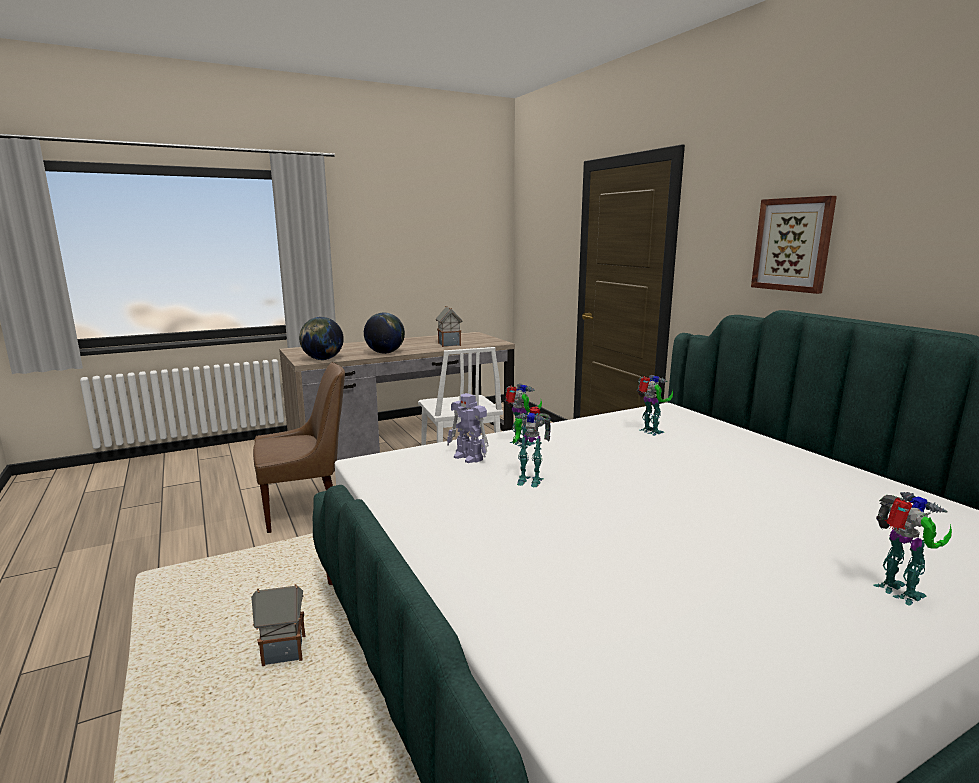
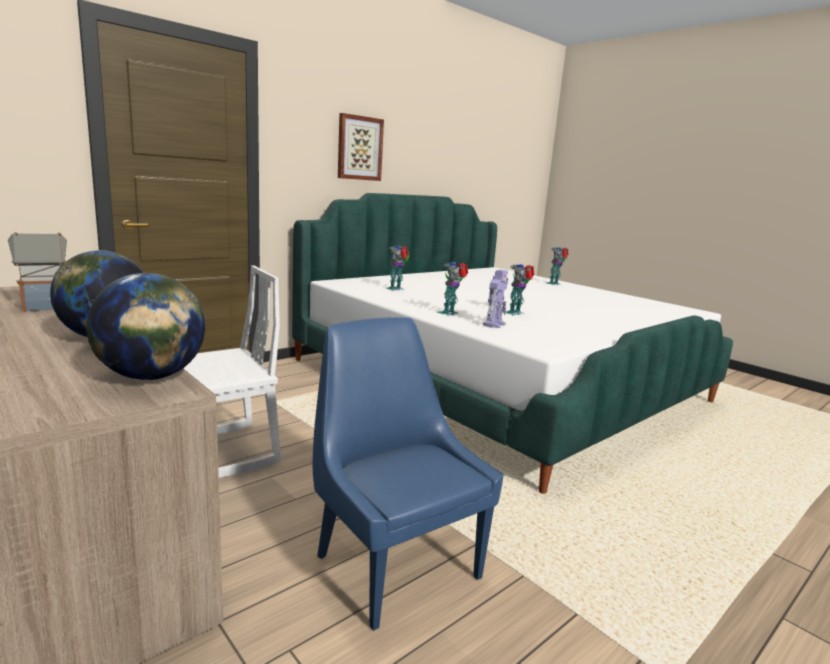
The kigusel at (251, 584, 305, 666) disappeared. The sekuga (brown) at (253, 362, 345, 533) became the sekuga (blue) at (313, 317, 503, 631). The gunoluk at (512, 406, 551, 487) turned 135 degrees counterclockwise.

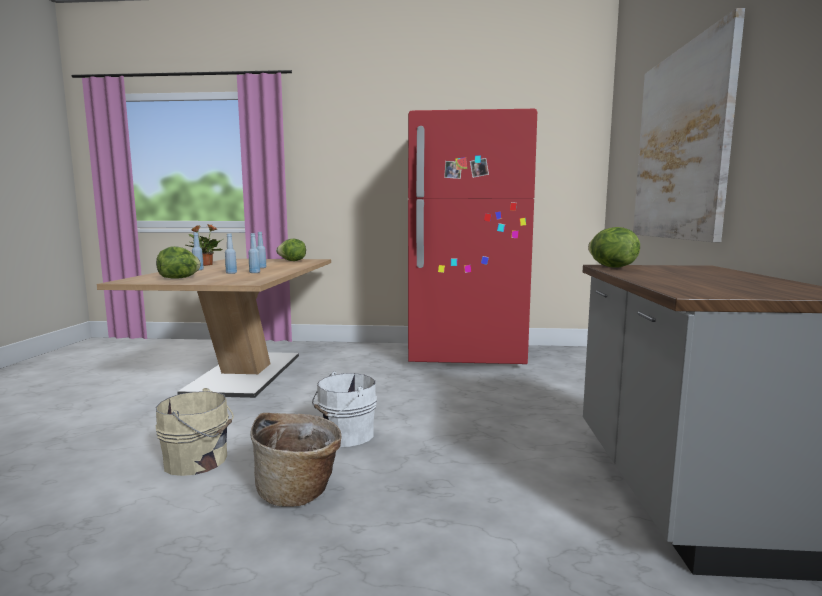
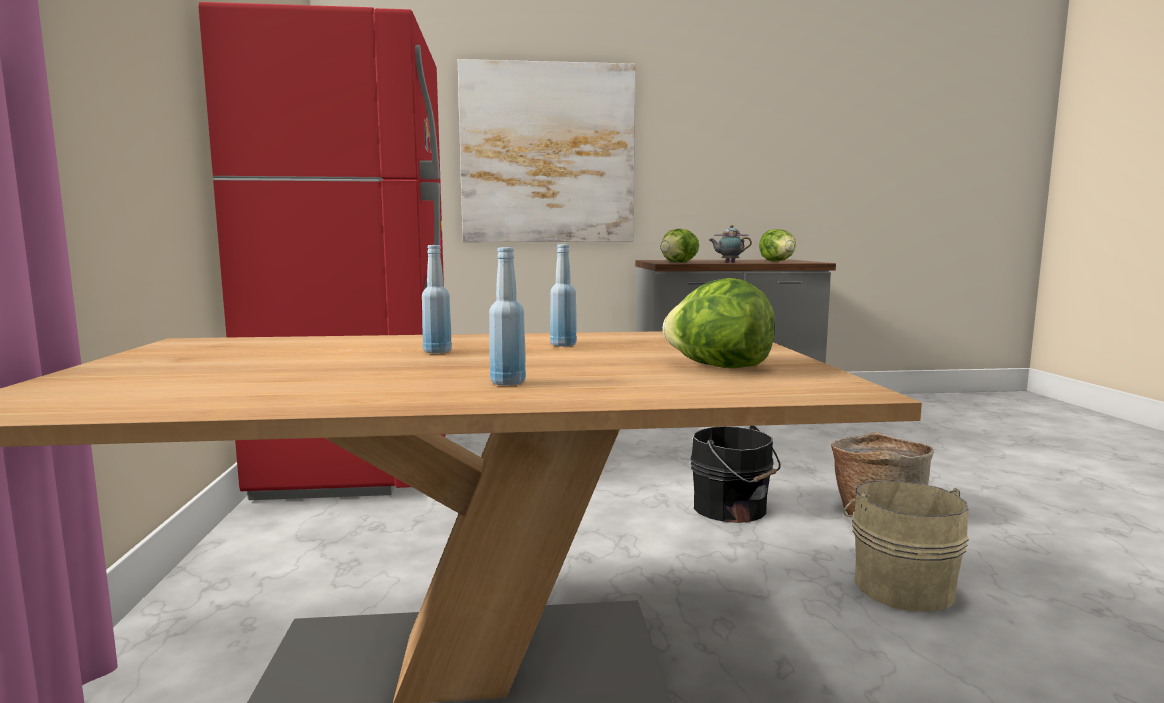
The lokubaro at (185, 224, 223, 266) disappeared. The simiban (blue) at (225, 233, 237, 274) disappeared. The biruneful moved from (276, 239, 306, 261) to (759, 229, 796, 261). The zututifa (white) at (312, 372, 377, 447) became the zututifa (black) at (690, 426, 781, 523). The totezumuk at (709, 225, 752, 263) appeared.

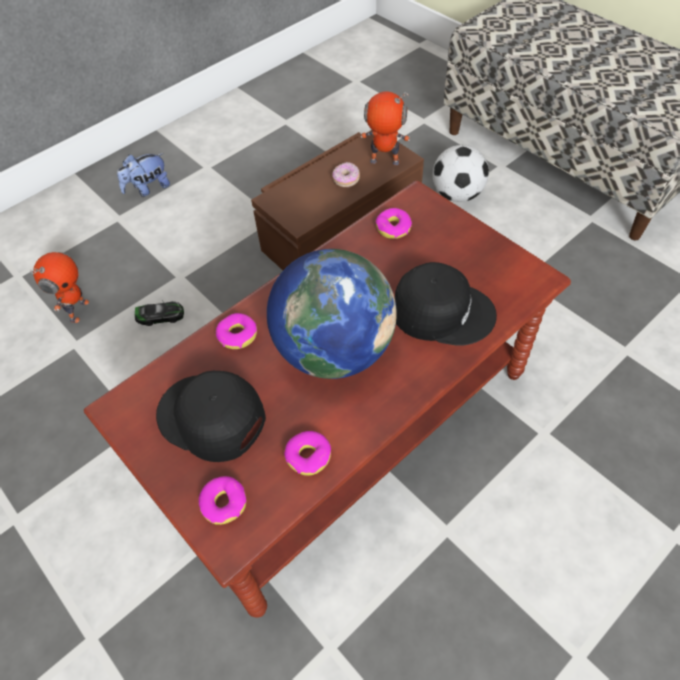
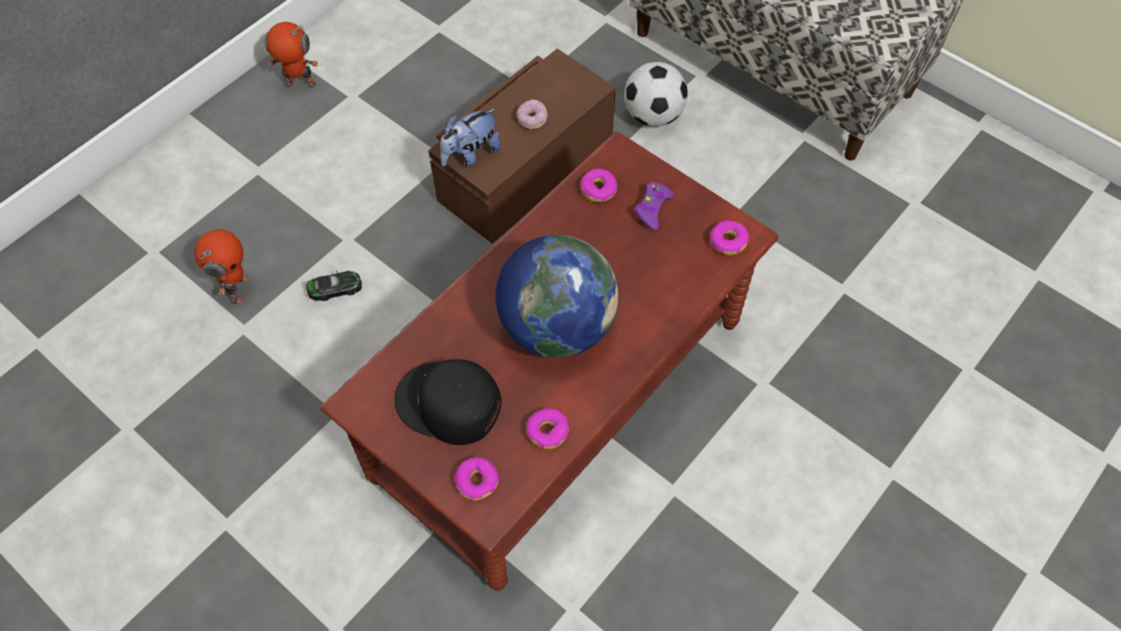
The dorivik moved from (117, 153, 170, 197) to (440, 108, 501, 167). The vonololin moved from (216, 313, 257, 349) to (710, 220, 749, 255). The gunoluk moved from (360, 91, 410, 165) to (265, 22, 318, 88). The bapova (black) at (395, 262, 497, 346) disappeared. The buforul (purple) at (634, 182, 674, 230) appeared.

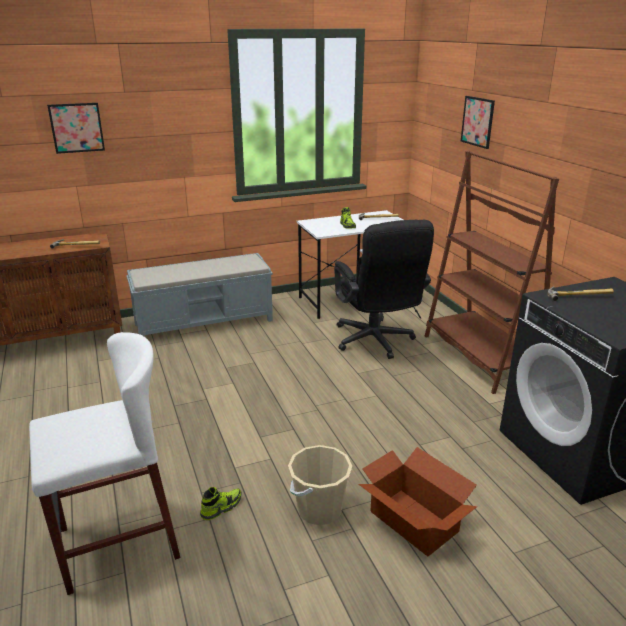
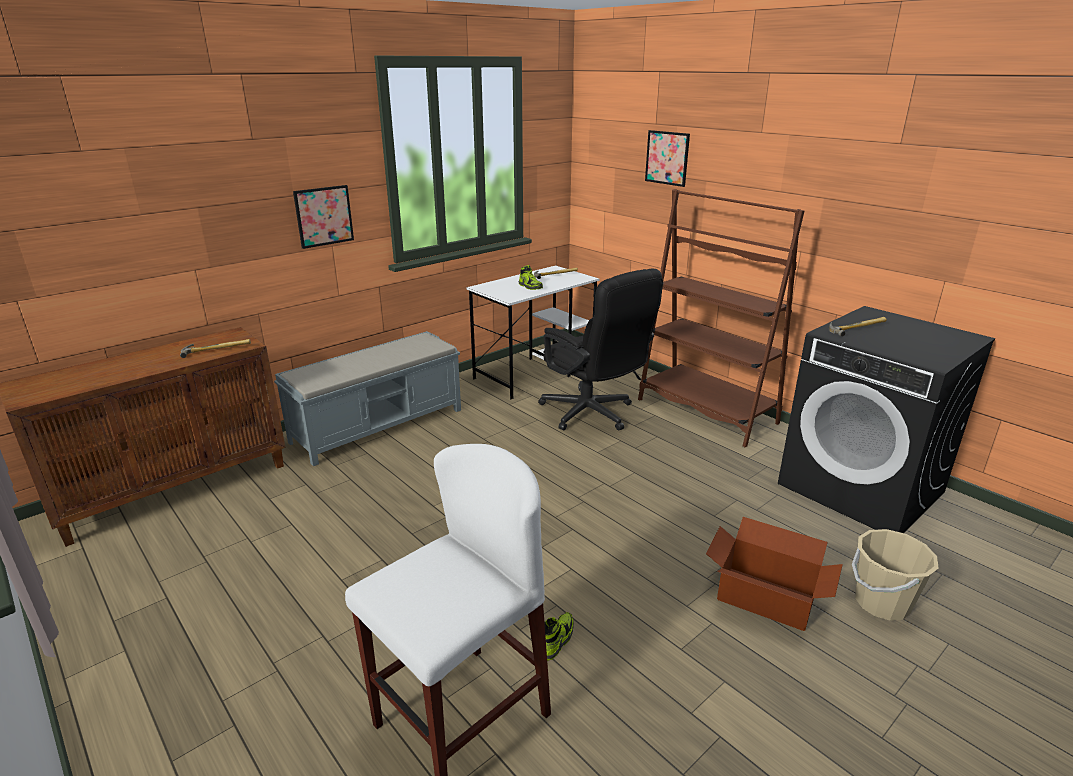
The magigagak moved from (47, 103, 105, 154) to (293, 185, 354, 249). The zututifa (beige) moved from (288, 445, 352, 525) to (852, 529, 938, 621).

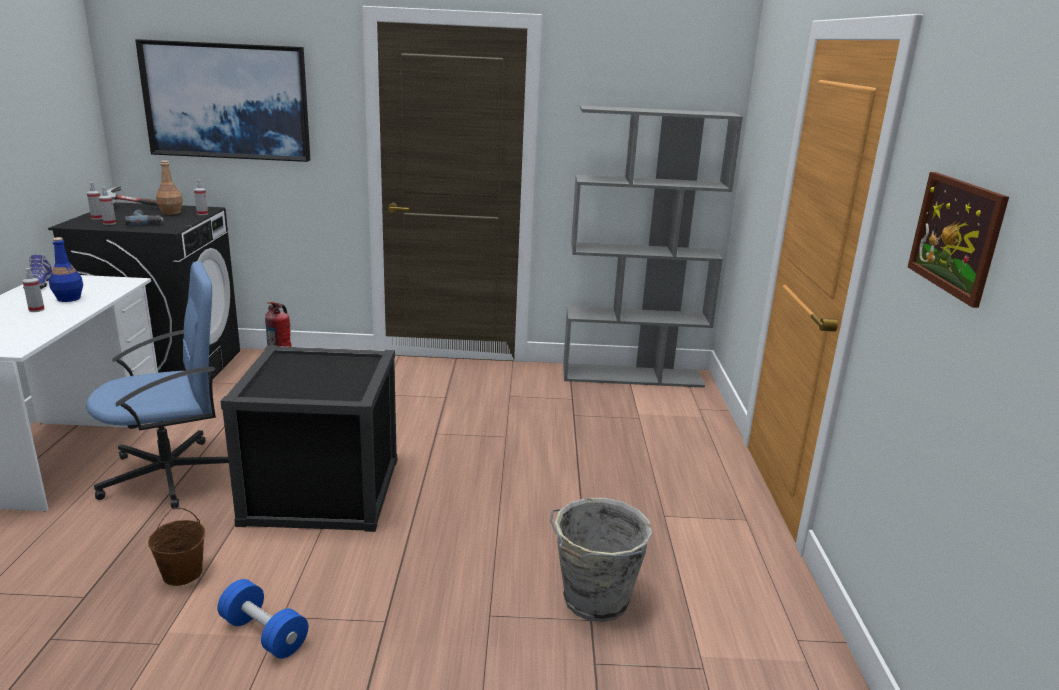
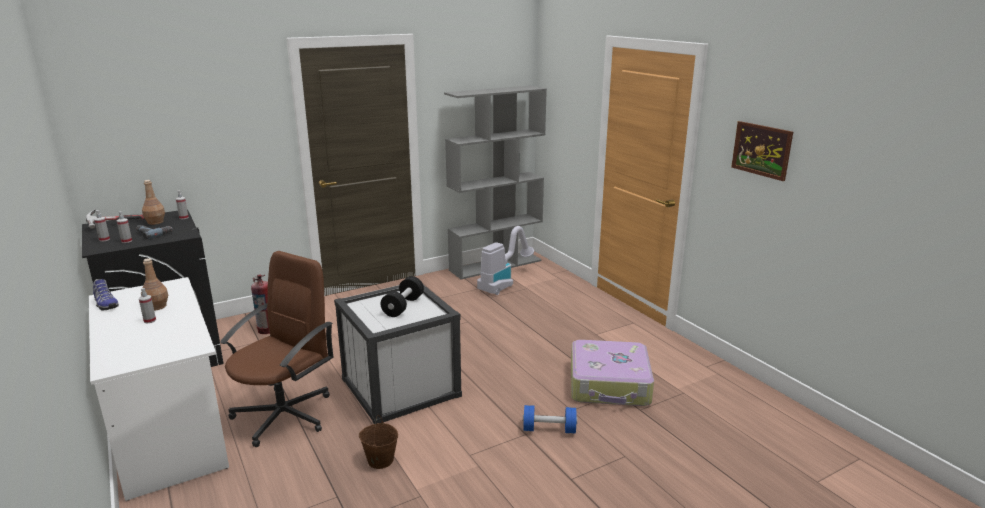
The simiban (blue) at (49, 237, 83, 302) became the simiban (brown) at (141, 258, 168, 311). The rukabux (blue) at (86, 261, 229, 508) became the rukabux (brown) at (220, 251, 334, 447). The magigagak at (135, 39, 310, 162) disappeared. The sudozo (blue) moved from (217, 579, 308, 659) to (523, 405, 577, 433). The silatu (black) at (221, 345, 397, 532) became the silatu (white) at (334, 285, 462, 424). The zututifa (grey) at (550, 498, 652, 622) was replaced by the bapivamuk at (571, 340, 654, 406). The sudozo (black) at (380, 276, 424, 317) appeared. The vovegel at (477, 226, 534, 295) appeared.

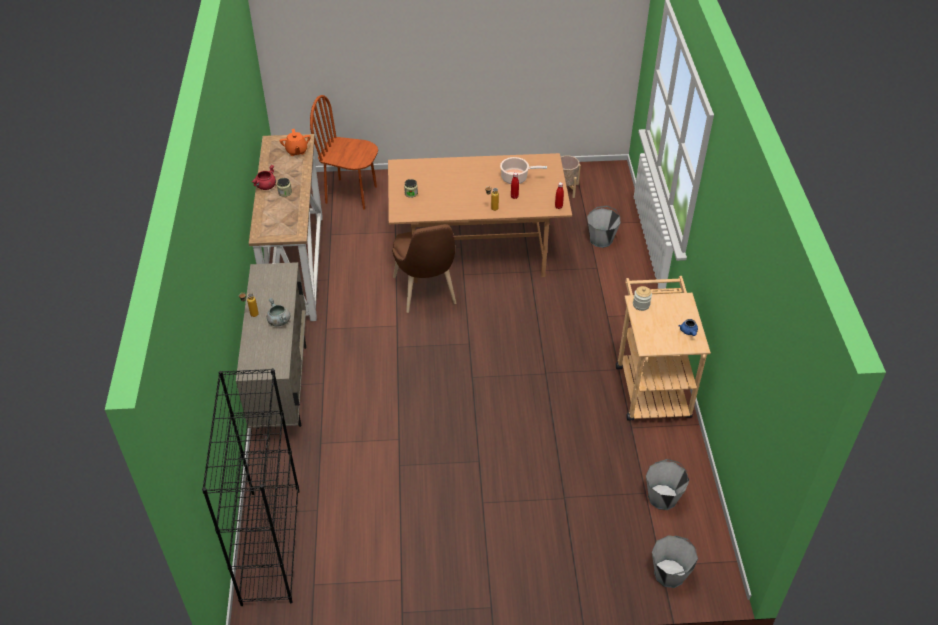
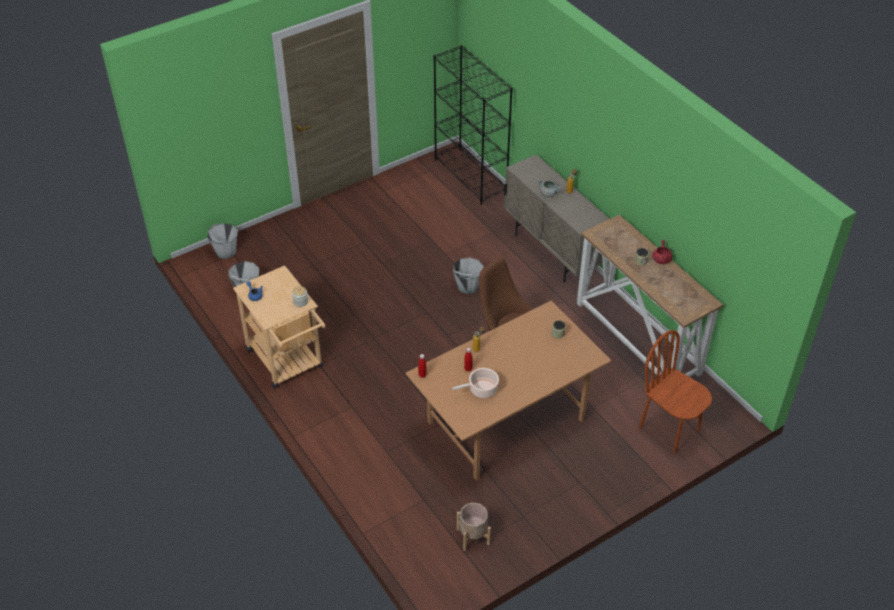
The totezumuk (orange) at (280, 129, 311, 156) disappeared. The sekuga (brown) at (310, 95, 378, 210) turned 120 degrees counterclockwise. The zututifa (grey) moved from (587, 206, 621, 248) to (453, 257, 484, 294).

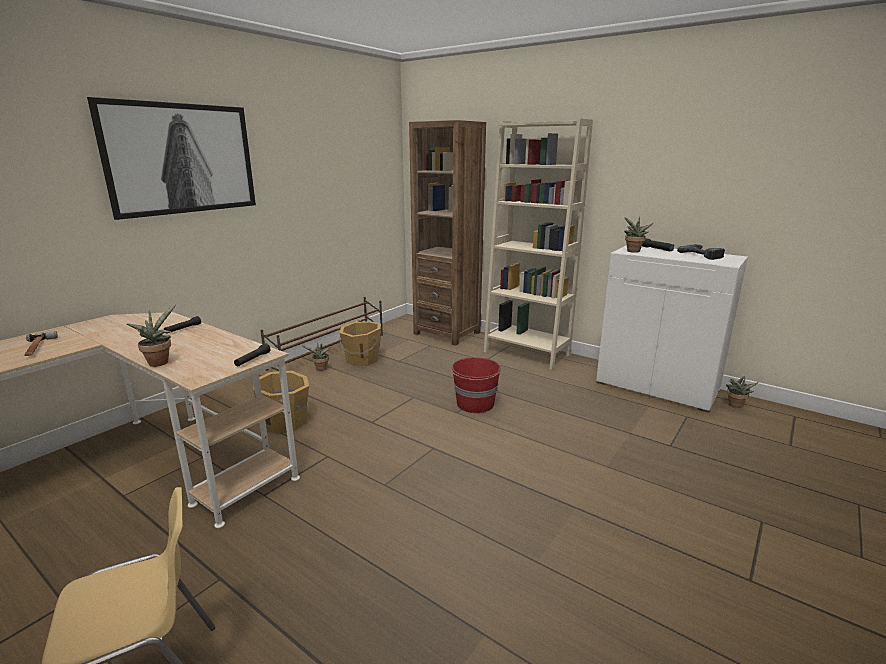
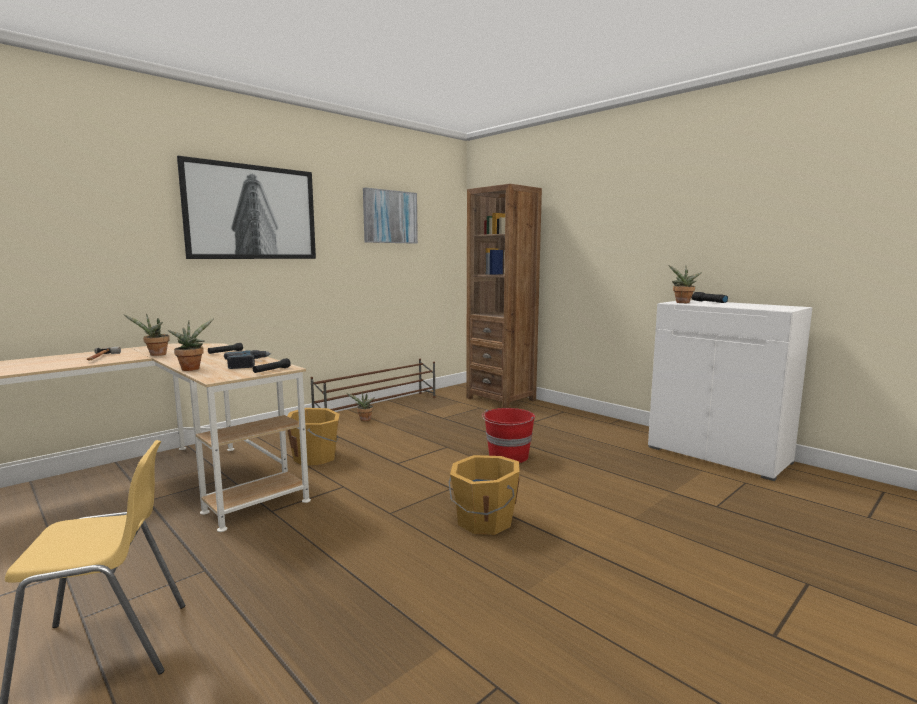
The zututifa (orange) moved from (339, 321, 381, 366) to (449, 455, 520, 535). The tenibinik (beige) at (484, 118, 593, 370) disappeared. The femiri moved from (677, 244, 725, 260) to (224, 350, 271, 369). The lokubaro moved from (726, 376, 758, 408) to (123, 314, 170, 356). The magigagak at (363, 187, 418, 244) appeared.

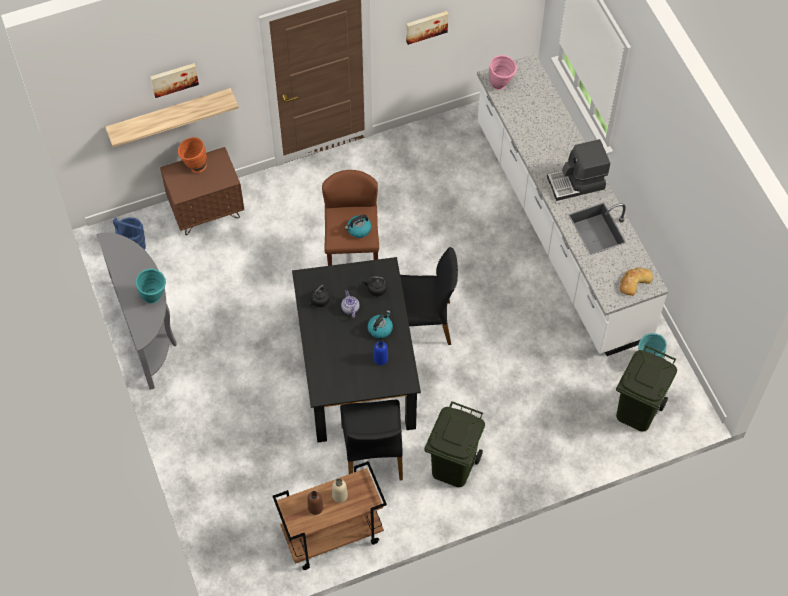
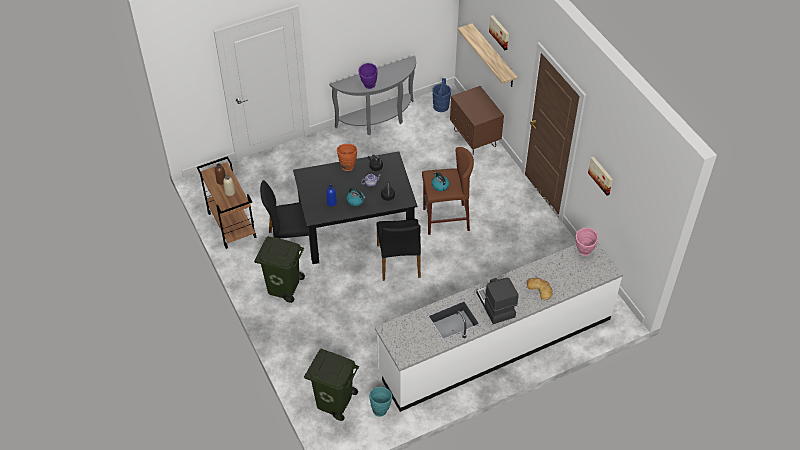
The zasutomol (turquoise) at (136, 268, 166, 304) became the zasutomol (purple) at (358, 63, 378, 89). The zasutomol (orange) moved from (178, 137, 207, 173) to (337, 144, 357, 171). The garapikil moved from (620, 268, 653, 296) to (527, 278, 552, 300).

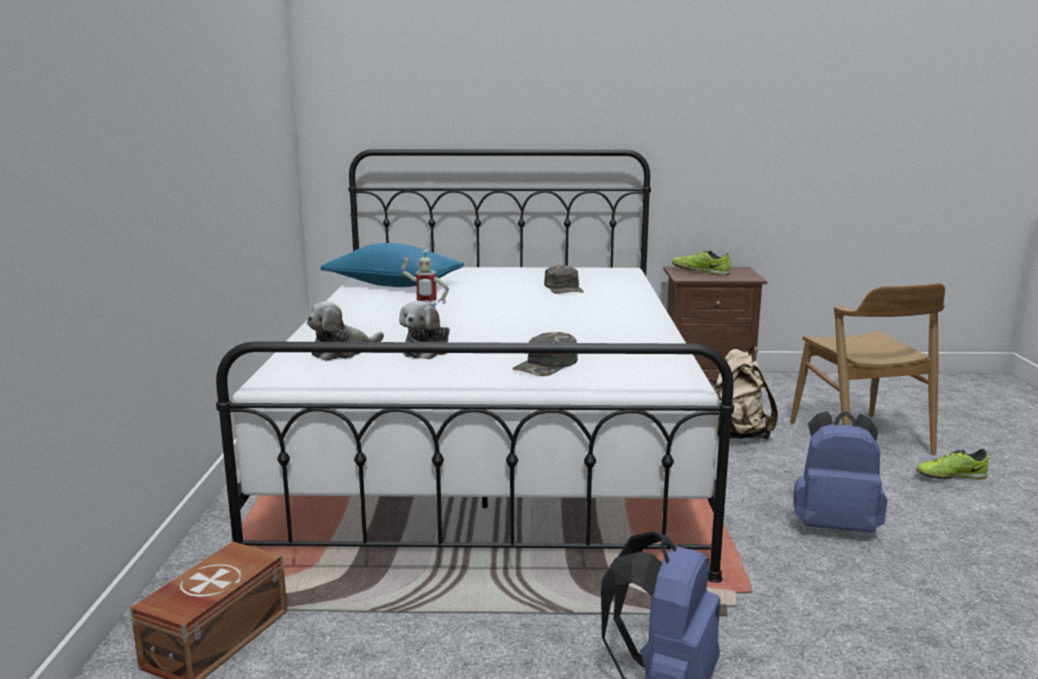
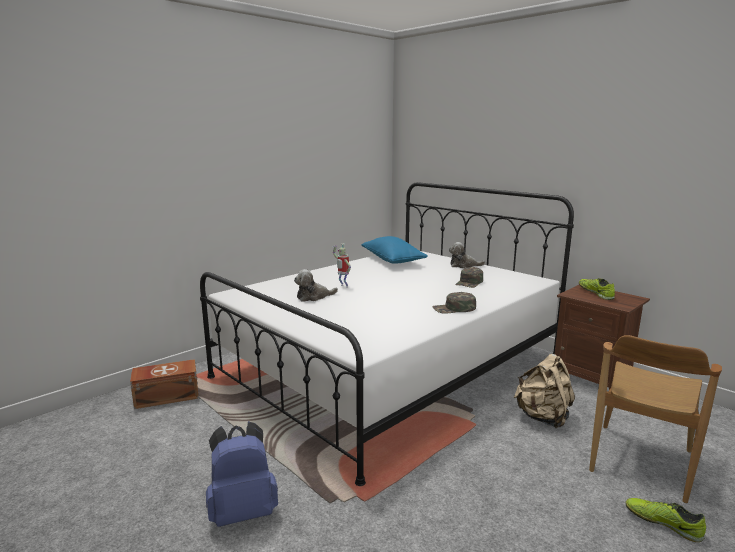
The dorivik moved from (307, 301, 384, 361) to (449, 242, 485, 268). The bapova (green) moved from (512, 332, 578, 376) to (432, 292, 476, 314). The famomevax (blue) at (793, 411, 887, 533) disappeared.

